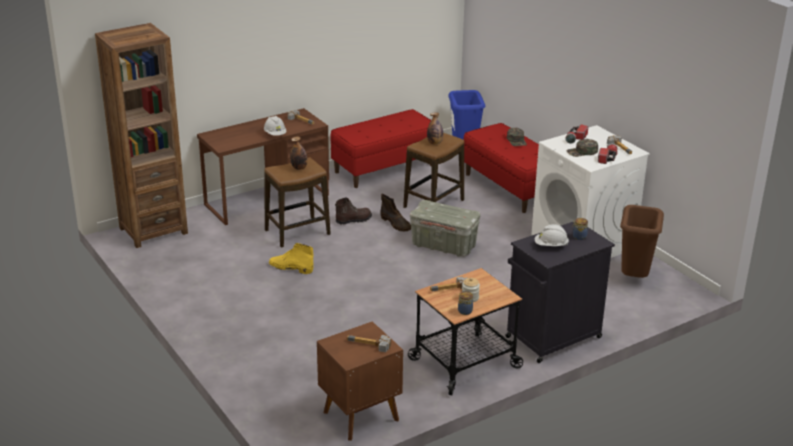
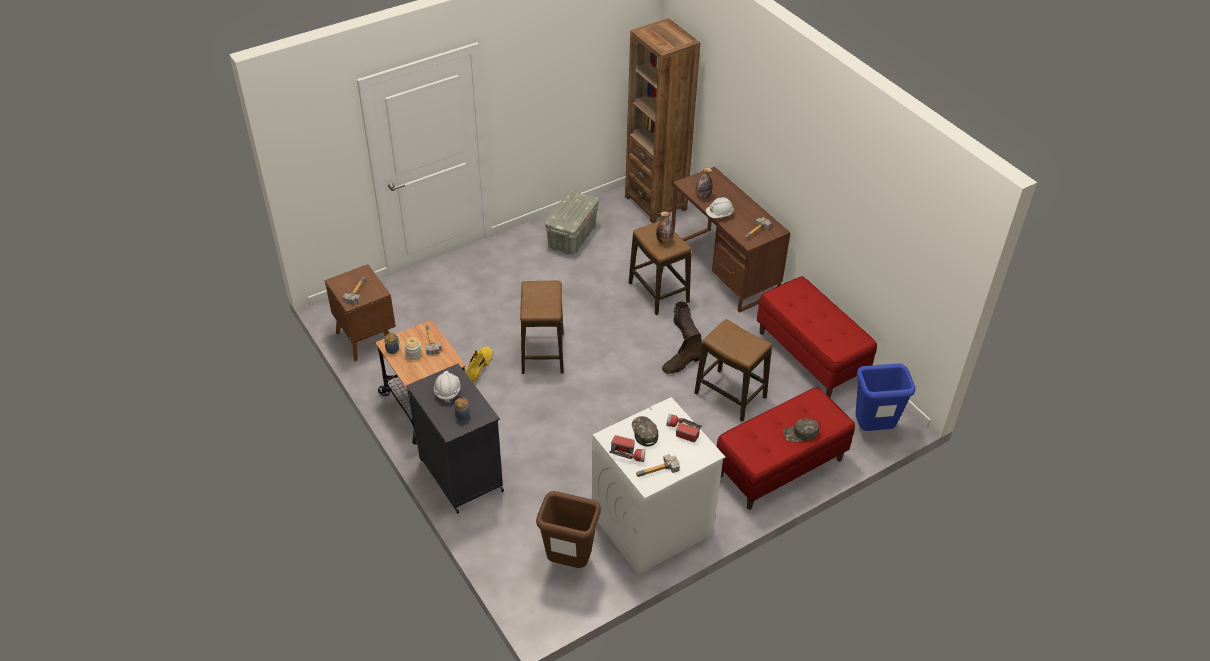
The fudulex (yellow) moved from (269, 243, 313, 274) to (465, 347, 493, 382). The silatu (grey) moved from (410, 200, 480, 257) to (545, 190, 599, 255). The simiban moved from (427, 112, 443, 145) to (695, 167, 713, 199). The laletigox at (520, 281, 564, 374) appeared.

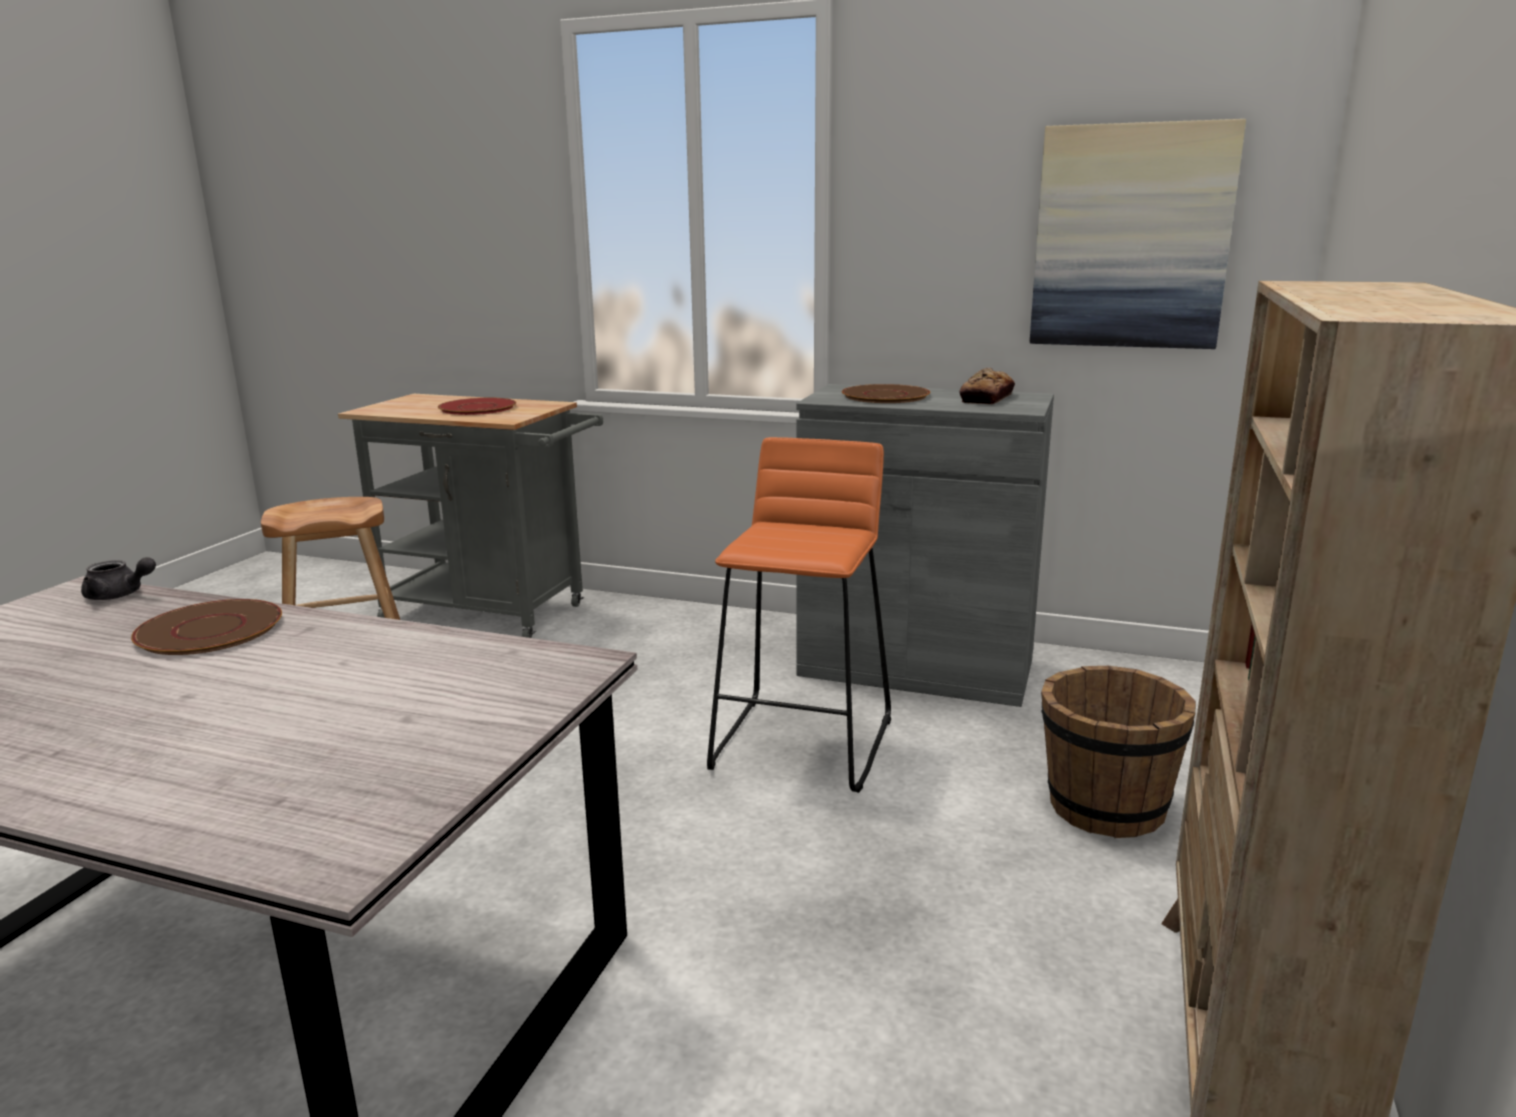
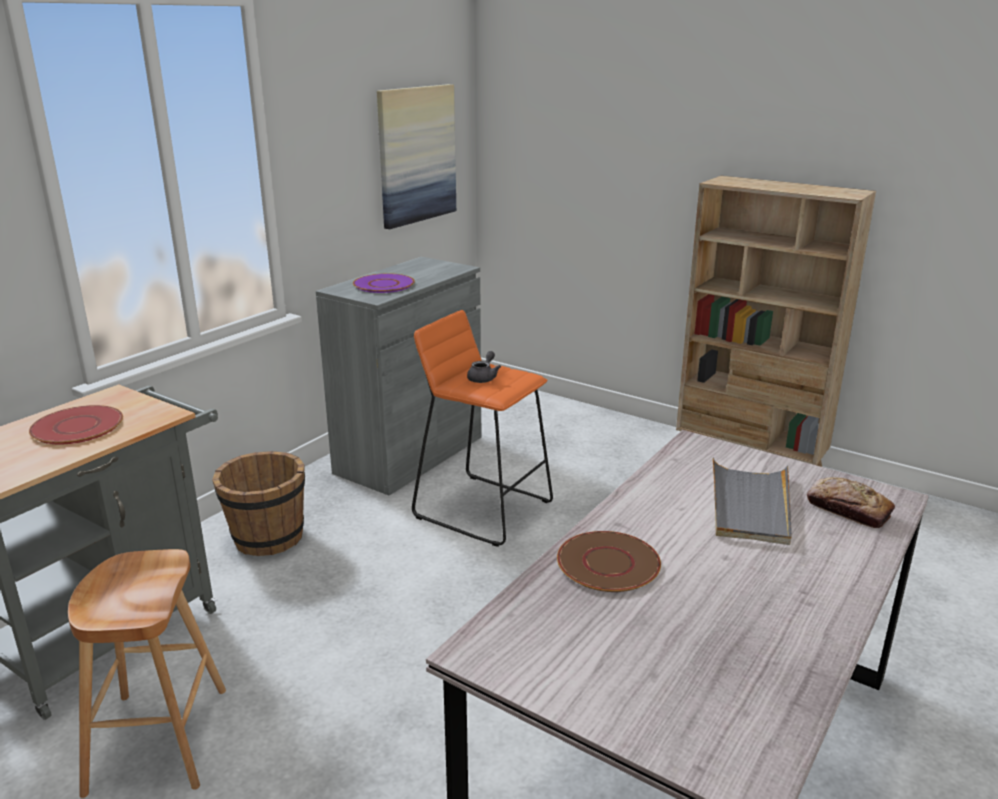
The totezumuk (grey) moved from (81, 557, 156, 600) to (467, 351, 501, 383). The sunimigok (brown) at (842, 384, 930, 403) became the sunimigok (purple) at (353, 273, 415, 293). The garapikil moved from (959, 368, 1015, 404) to (807, 477, 895, 528). The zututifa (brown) moved from (1041, 666, 1196, 838) to (212, 451, 305, 556). The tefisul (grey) at (713, 458, 792, 545) appeared.

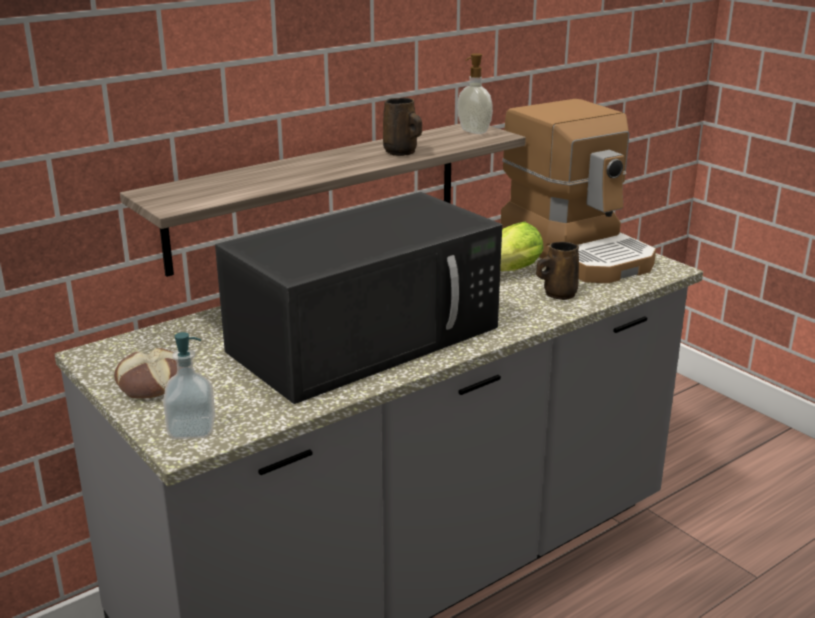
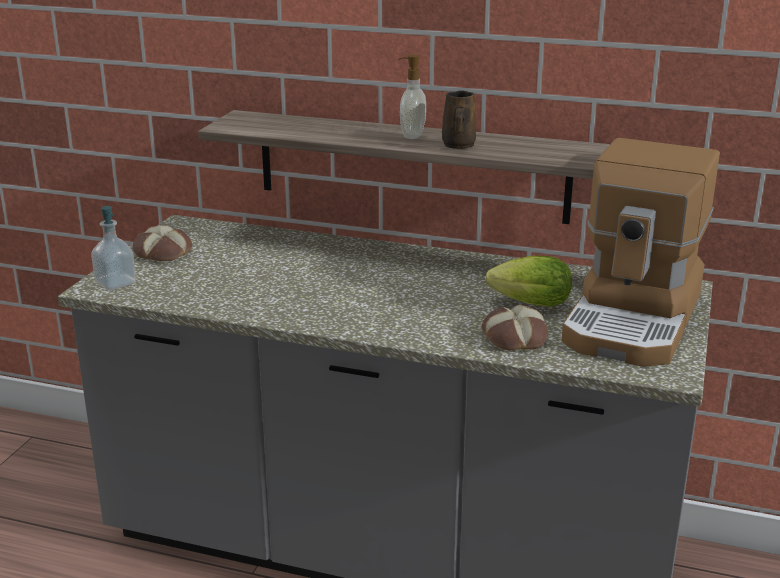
The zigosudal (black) at (215, 192, 502, 404) disappeared. The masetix moved from (457, 53, 493, 134) to (398, 55, 426, 139). The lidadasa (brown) at (536, 242, 579, 300) was replaced by the garapikil at (481, 304, 548, 350).

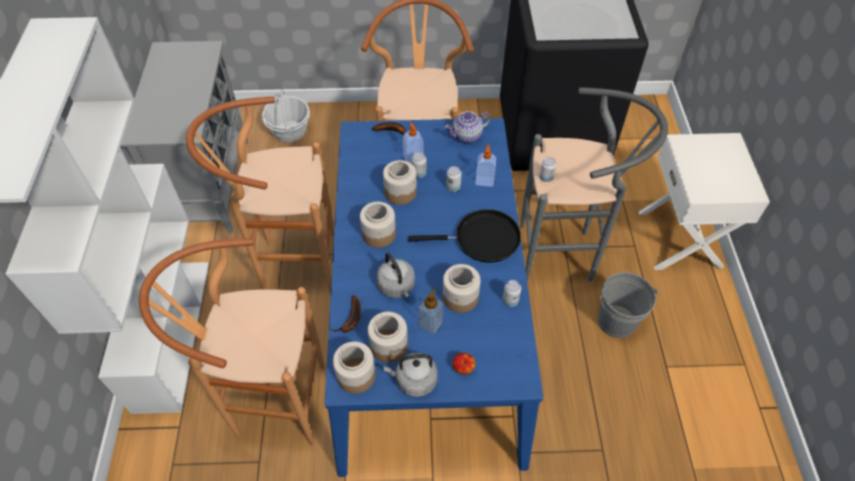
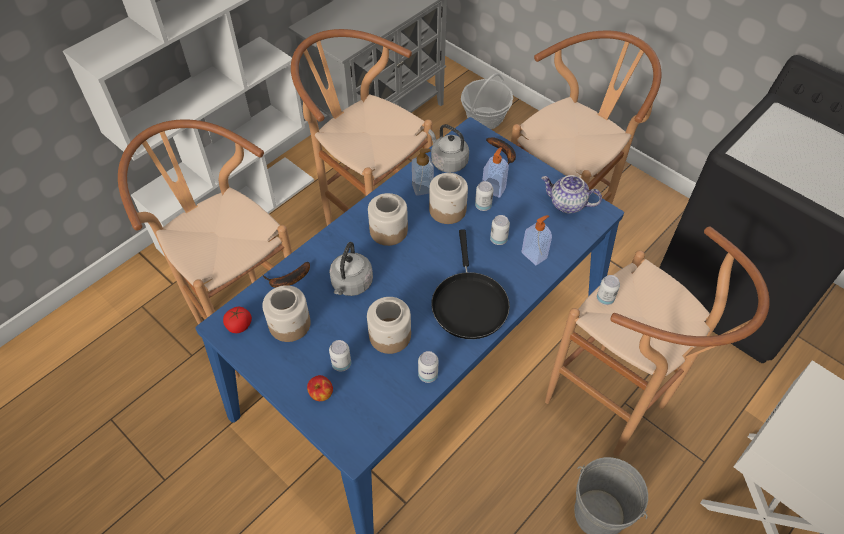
The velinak at (333, 341, 376, 394) was replaced by the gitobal at (223, 307, 252, 333). The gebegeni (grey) moved from (383, 353, 438, 397) to (428, 124, 469, 173). The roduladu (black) at (408, 209, 521, 263) turned 45 degrees clockwise. The masetix moved from (418, 290, 443, 334) to (412, 149, 434, 196). The laletigox (grey) at (520, 87, 668, 282) became the laletigox (brown) at (545, 226, 770, 456). The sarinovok at (329, 340, 351, 371) appeared.

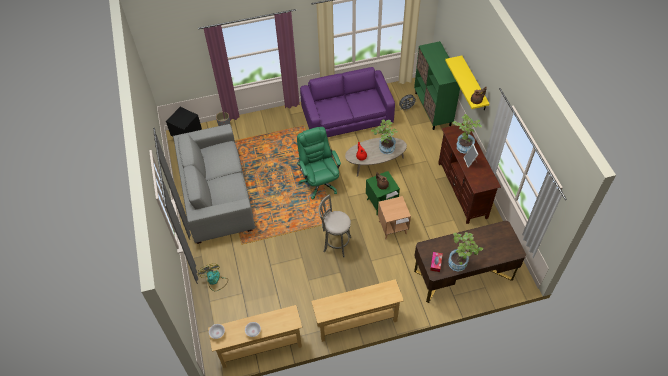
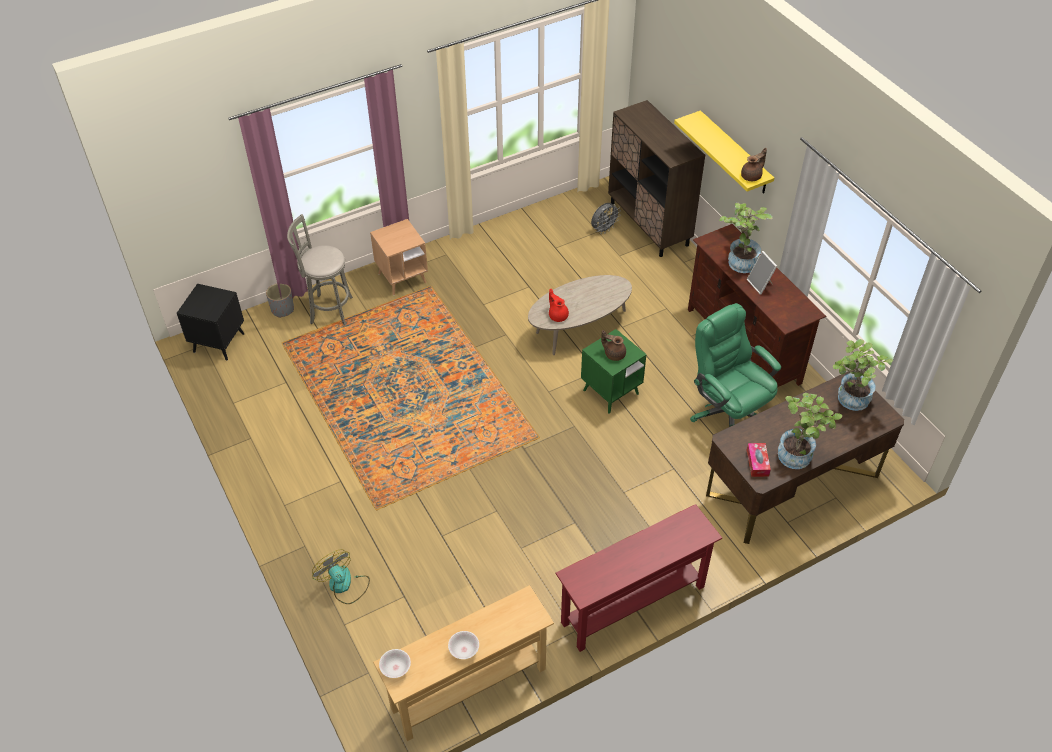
The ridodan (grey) at (173, 124, 255, 244) disappeared. The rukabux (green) moved from (297, 127, 341, 200) to (690, 303, 781, 427). The ridodan (purple) at (300, 67, 395, 137) disappeared. The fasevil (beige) at (311, 279, 404, 342) became the fasevil (red) at (556, 504, 722, 652). The laletigox (grey) moved from (318, 194, 351, 257) to (287, 214, 353, 326). The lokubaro moved from (371, 120, 398, 154) to (833, 339, 893, 411). The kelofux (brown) moved from (378, 196, 411, 239) to (370, 219, 428, 296). The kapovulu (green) at (414, 41, 460, 130) became the kapovulu (brown) at (608, 100, 705, 257).

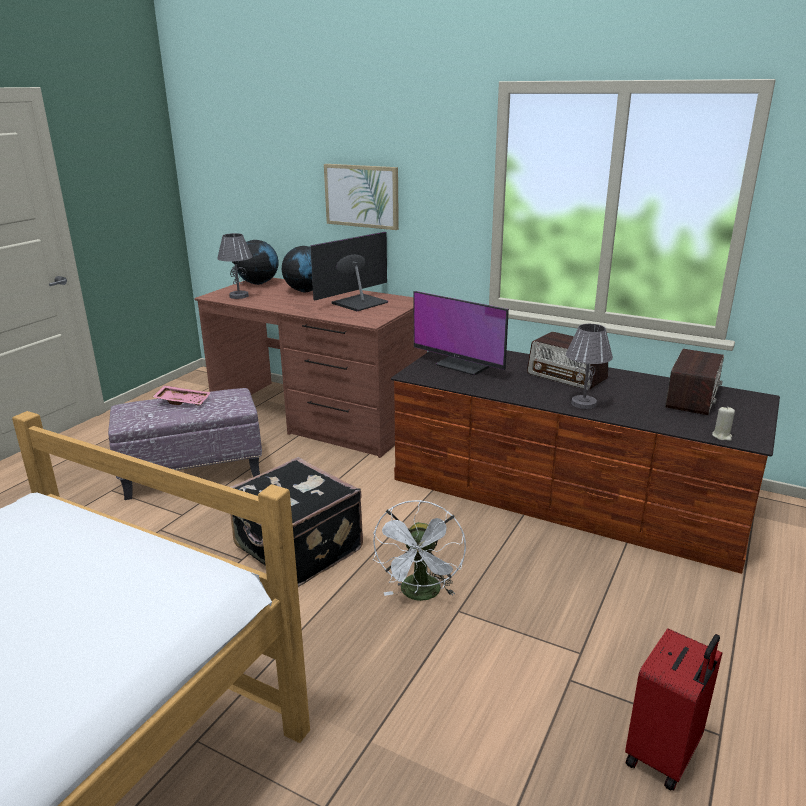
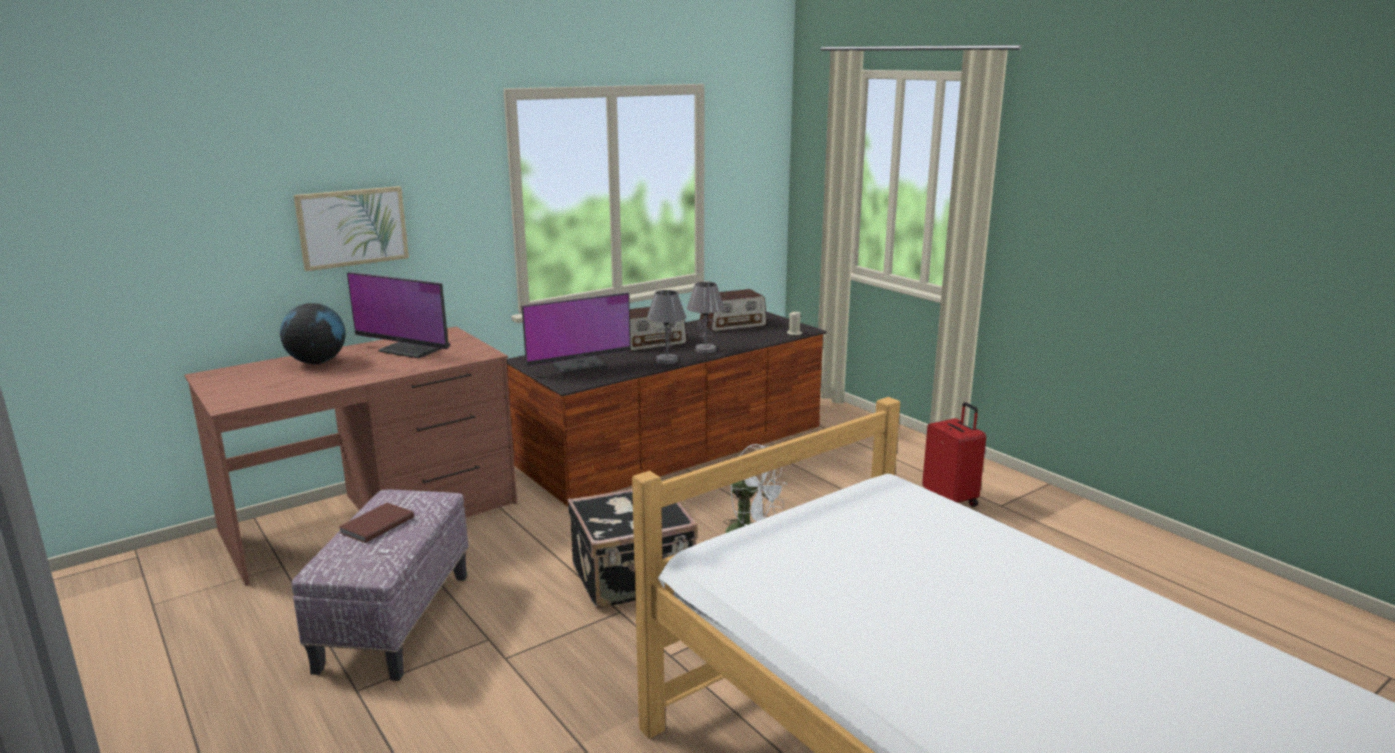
The tefisul (pink) at (153, 385, 211, 405) was replaced by the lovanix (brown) at (339, 503, 414, 543). The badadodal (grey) moved from (217, 233, 253, 299) to (647, 290, 686, 364). The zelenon at (237, 240, 279, 285) disappeared. The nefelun at (310, 232, 388, 311) turned 45 degrees counterclockwise. The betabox at (665, 349, 724, 415) turned 105 degrees clockwise.

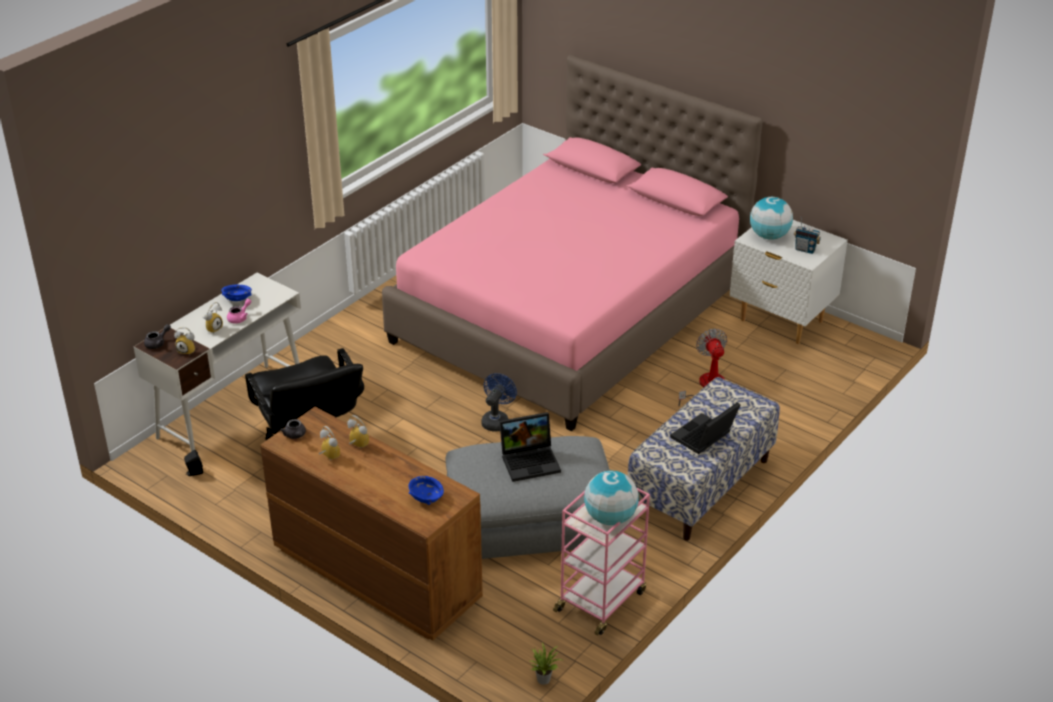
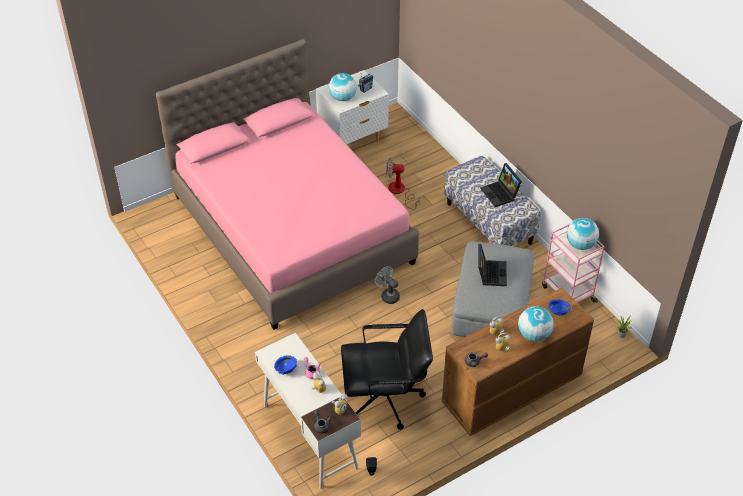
The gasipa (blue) at (481, 373, 517, 431) became the gasipa (grey) at (375, 266, 400, 304). The zelenon at (518, 306, 554, 342) appeared.

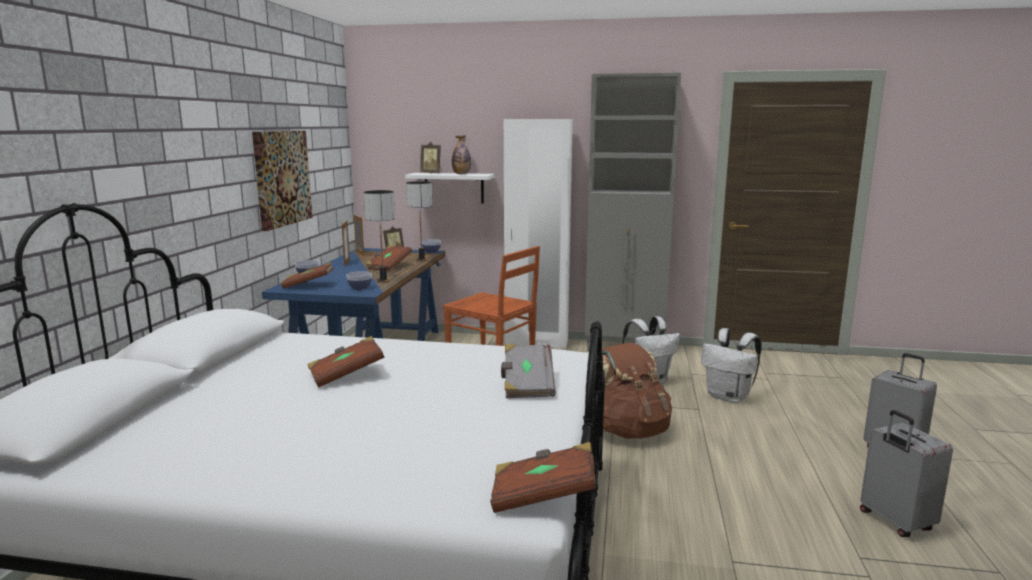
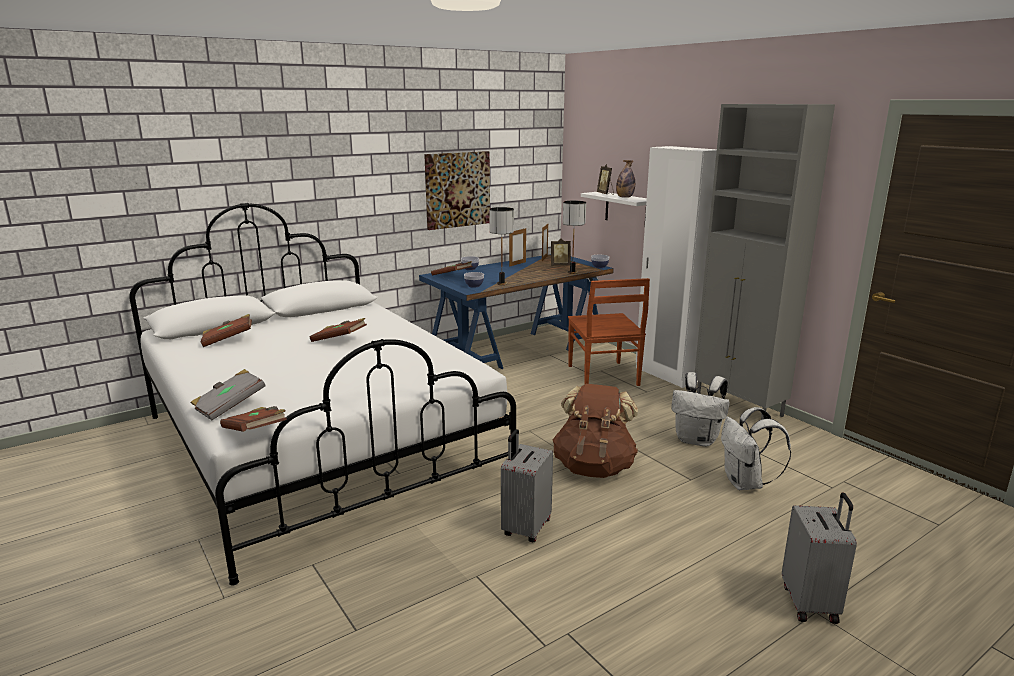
The lovanix (brown) moved from (366, 245, 412, 271) to (201, 314, 252, 347). The lovanix (grey) moved from (501, 344, 556, 398) to (190, 369, 266, 420). The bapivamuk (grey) moved from (860, 410, 953, 537) to (501, 429, 553, 542).

